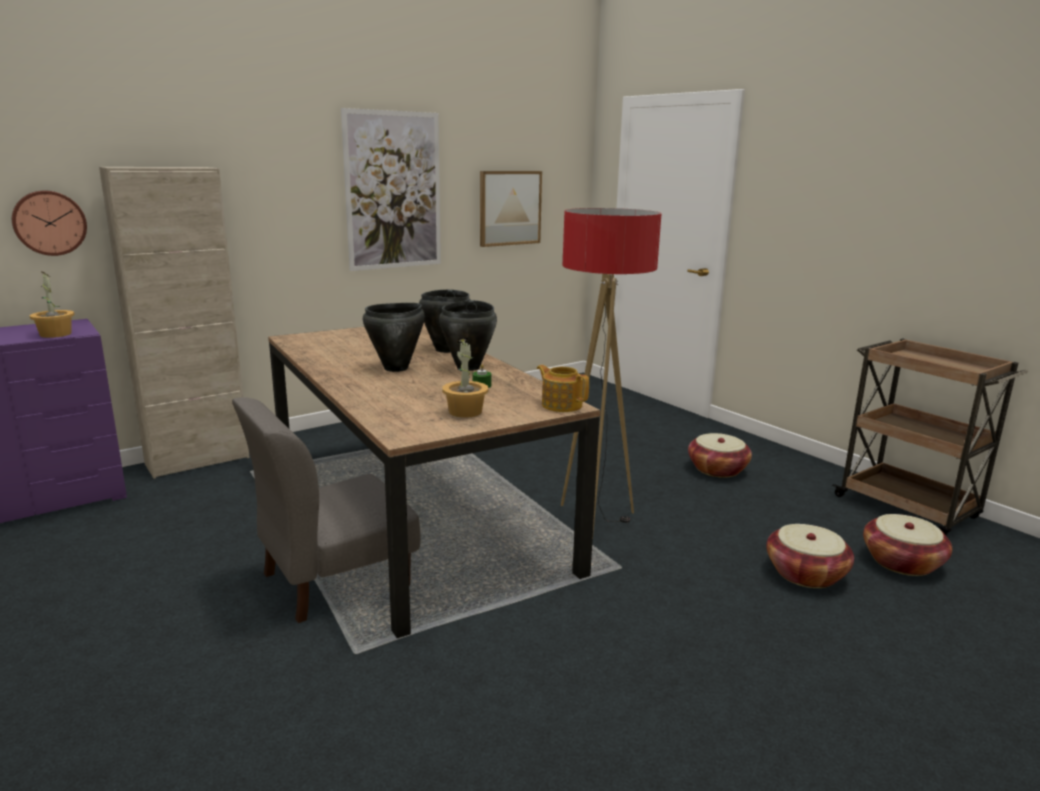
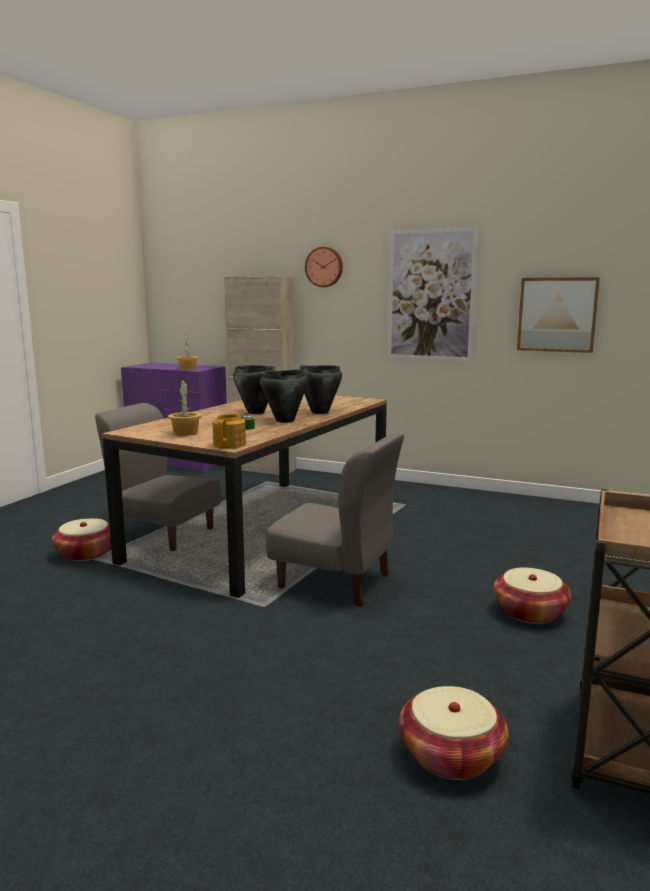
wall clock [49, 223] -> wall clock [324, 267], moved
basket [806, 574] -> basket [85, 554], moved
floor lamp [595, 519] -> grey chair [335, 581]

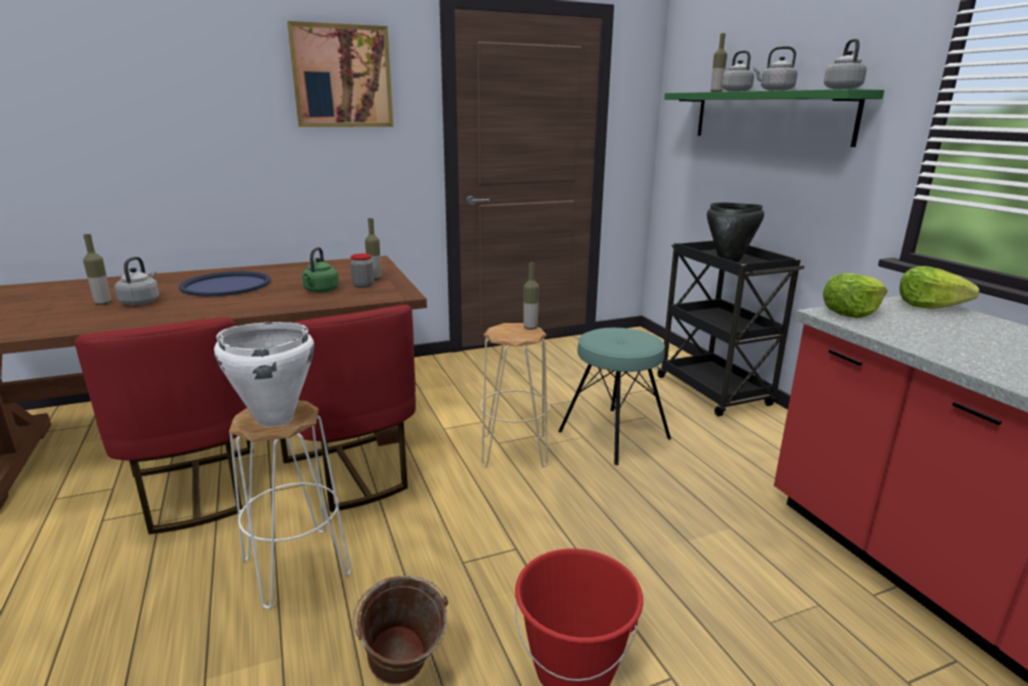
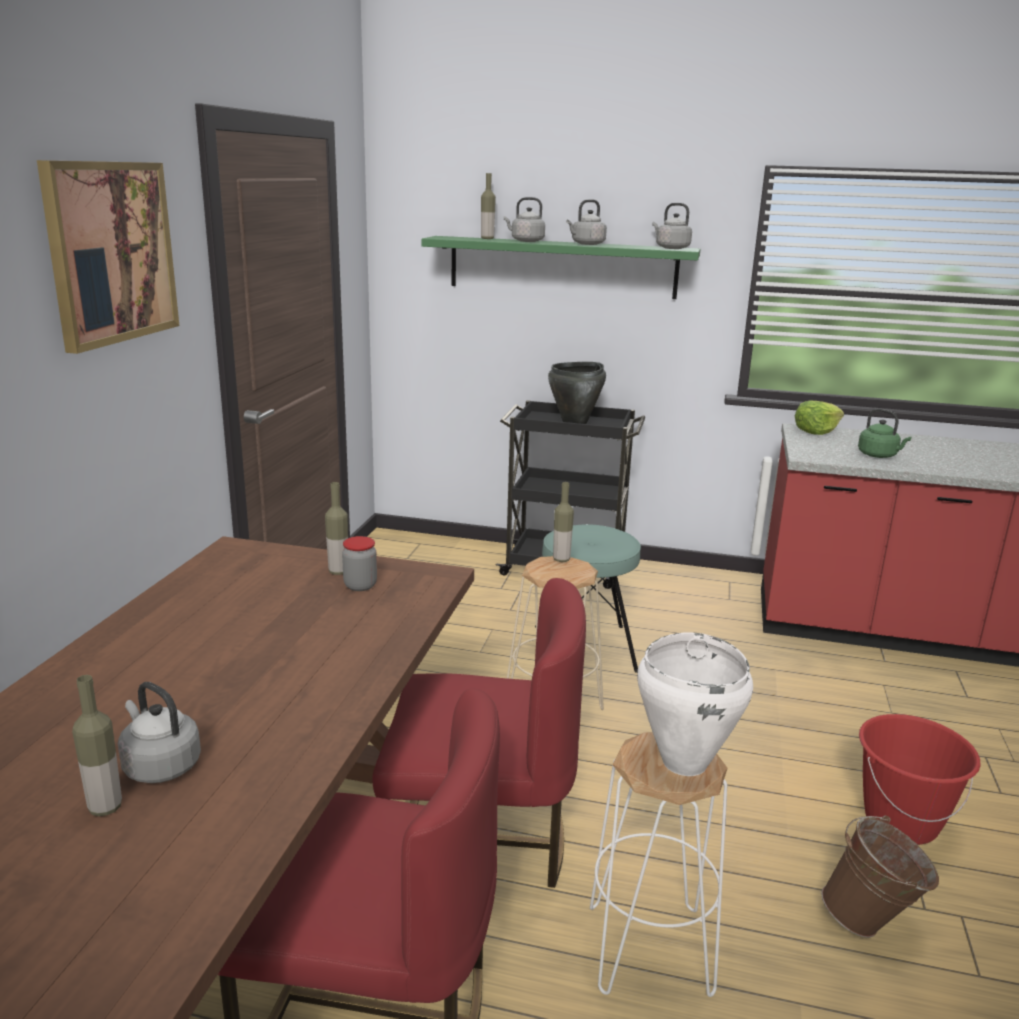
blue tray [226, 285] -> none
lettuce [850, 313] -> none
green kettle [320, 291] -> green kettle [879, 455], moved

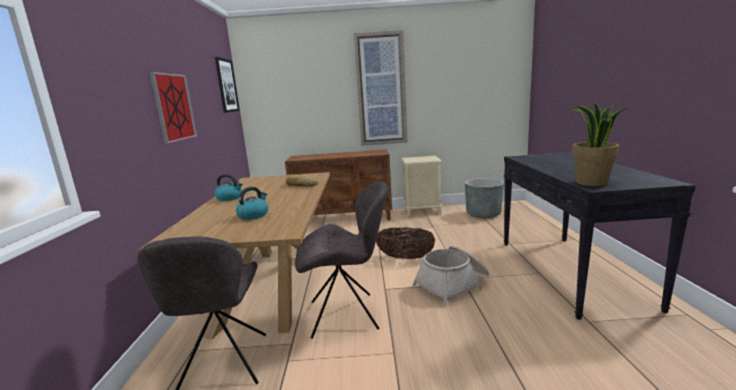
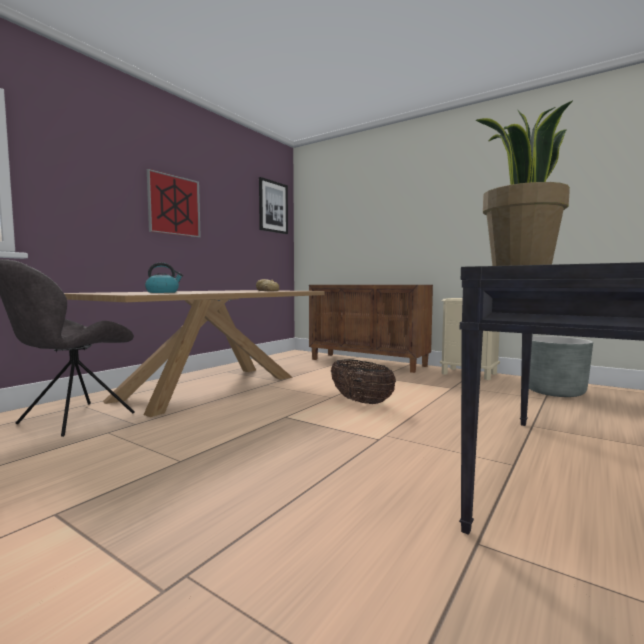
kettle [230, 198] -> none
grey chair [346, 314] -> none
picture [381, 90] -> none
basket [453, 285] -> none

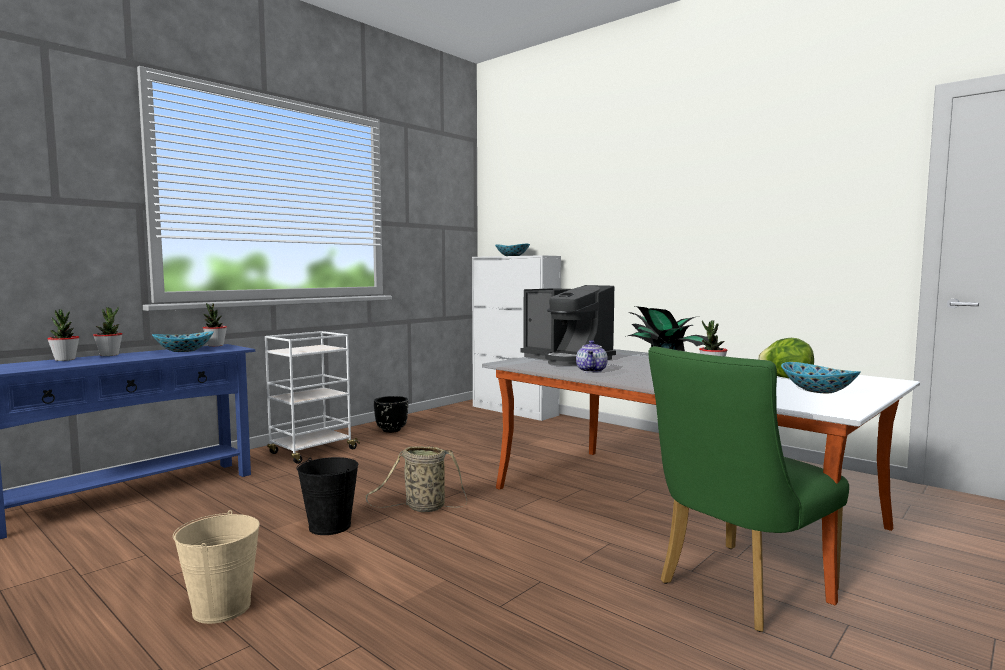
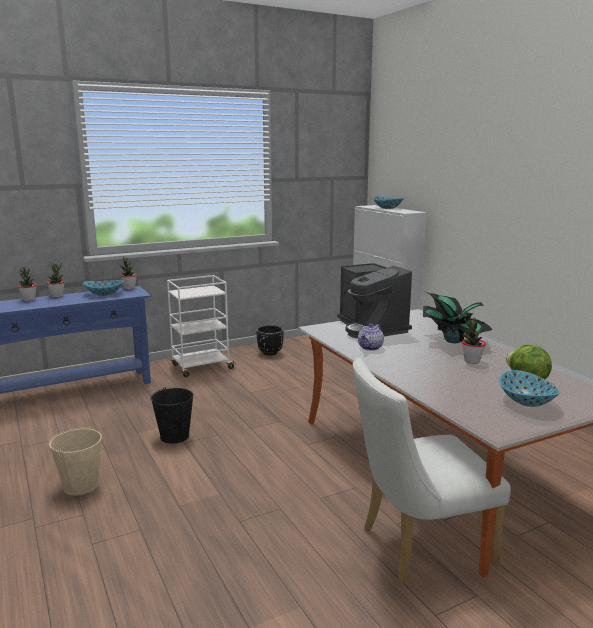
basket [422, 508] -> none
green chair [737, 589] -> white chair [417, 547]

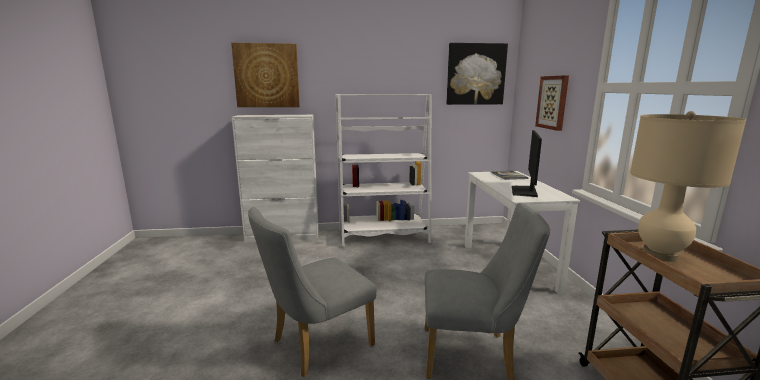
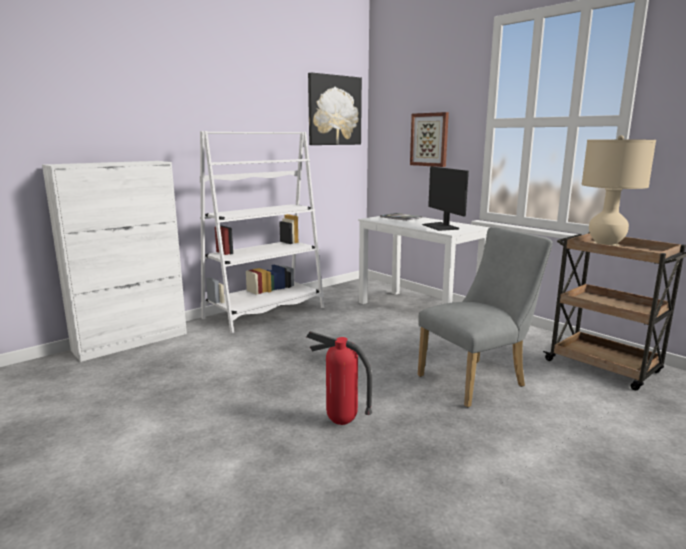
picture [267, 75] -> none
grey chair [316, 345] -> fire extinguisher [341, 422]

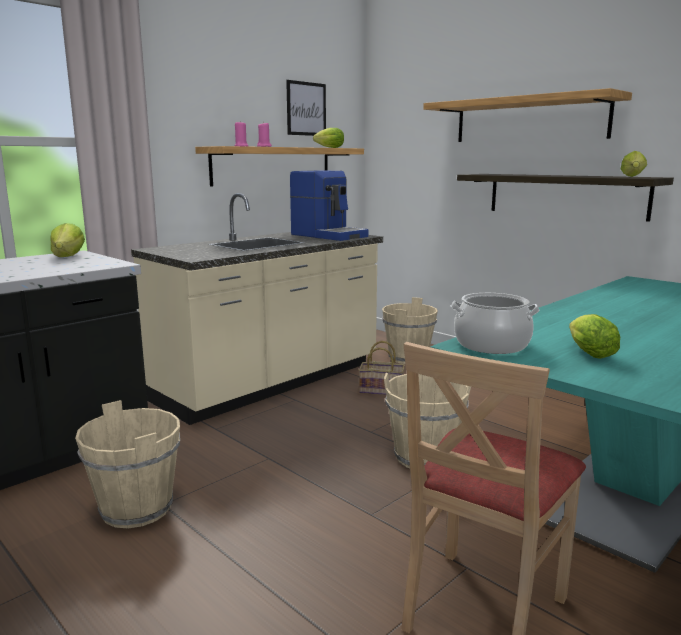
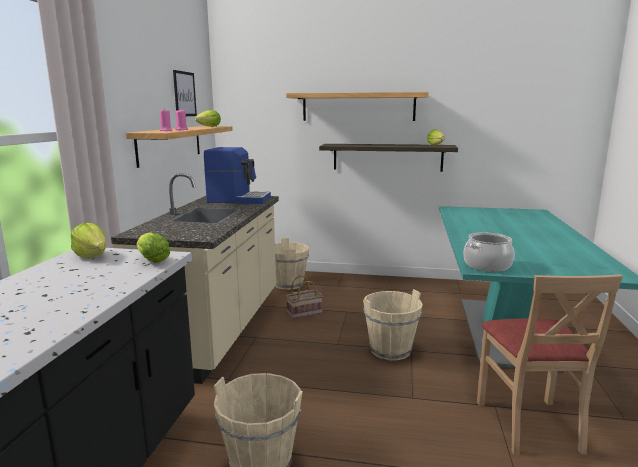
lettuce [587, 353] -> lettuce [151, 260], moved

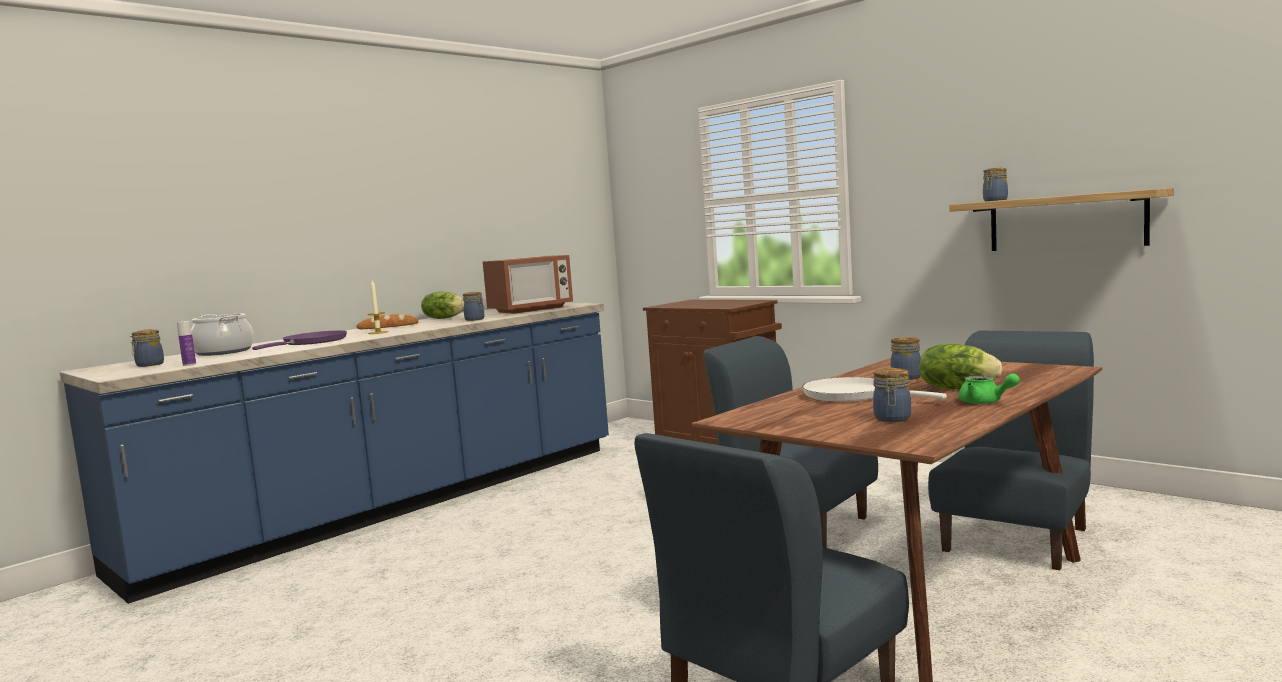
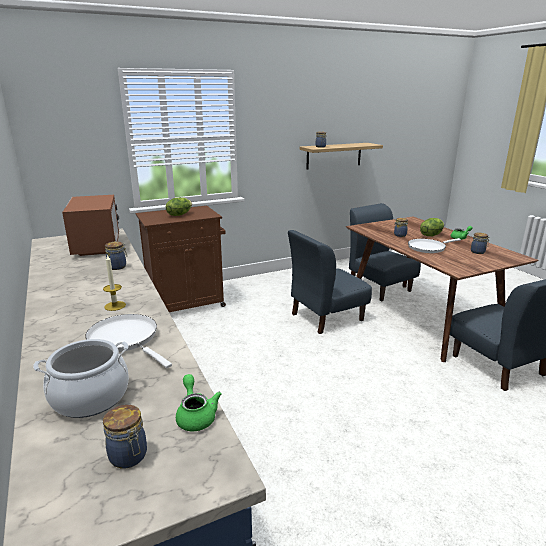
bread [388, 327] -> none
lettuce [444, 318] -> lettuce [179, 214], moved
bottle [189, 364] -> green teapot [196, 415]
purple frying pan [312, 342] -> white frying pan [126, 339]

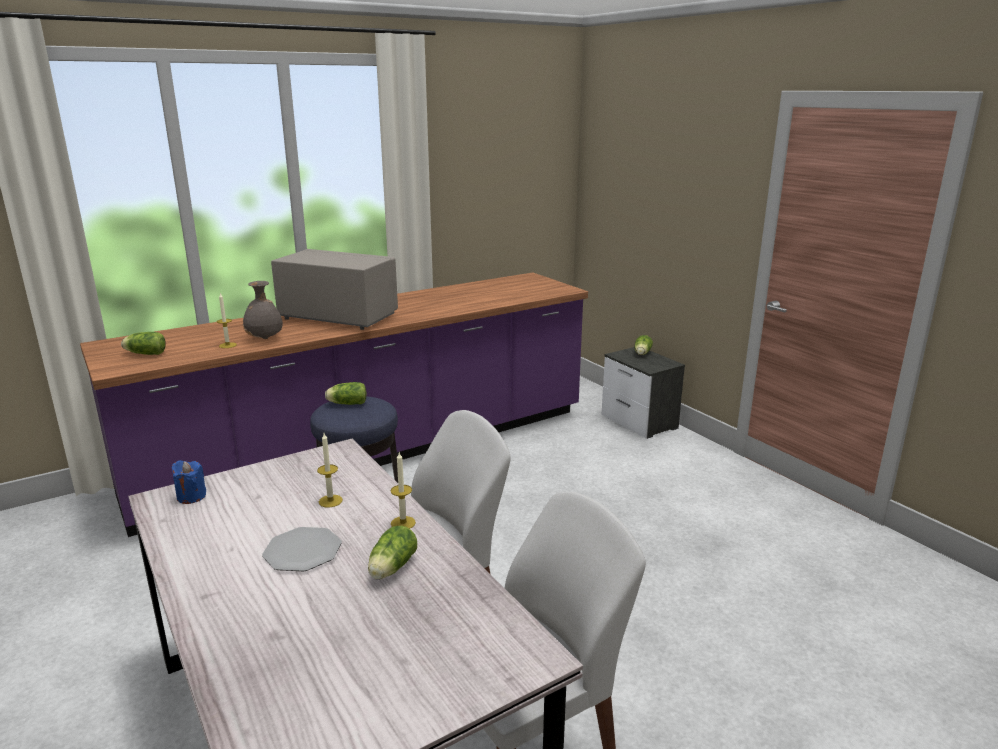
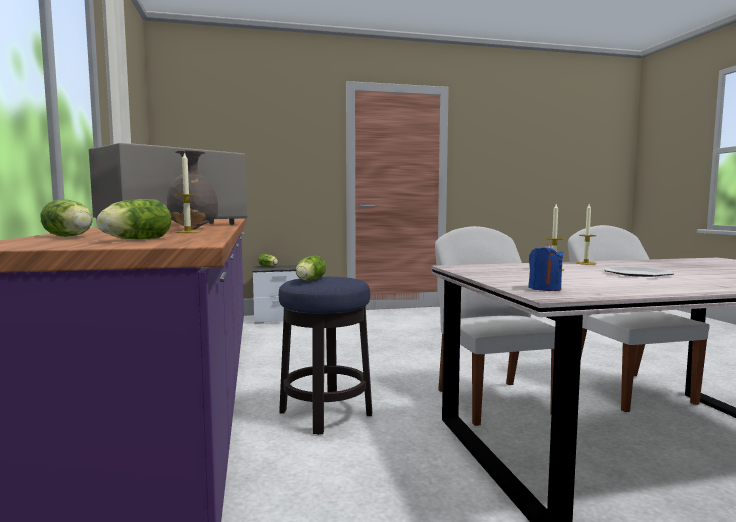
lettuce [391, 569] -> lettuce [70, 237], moved

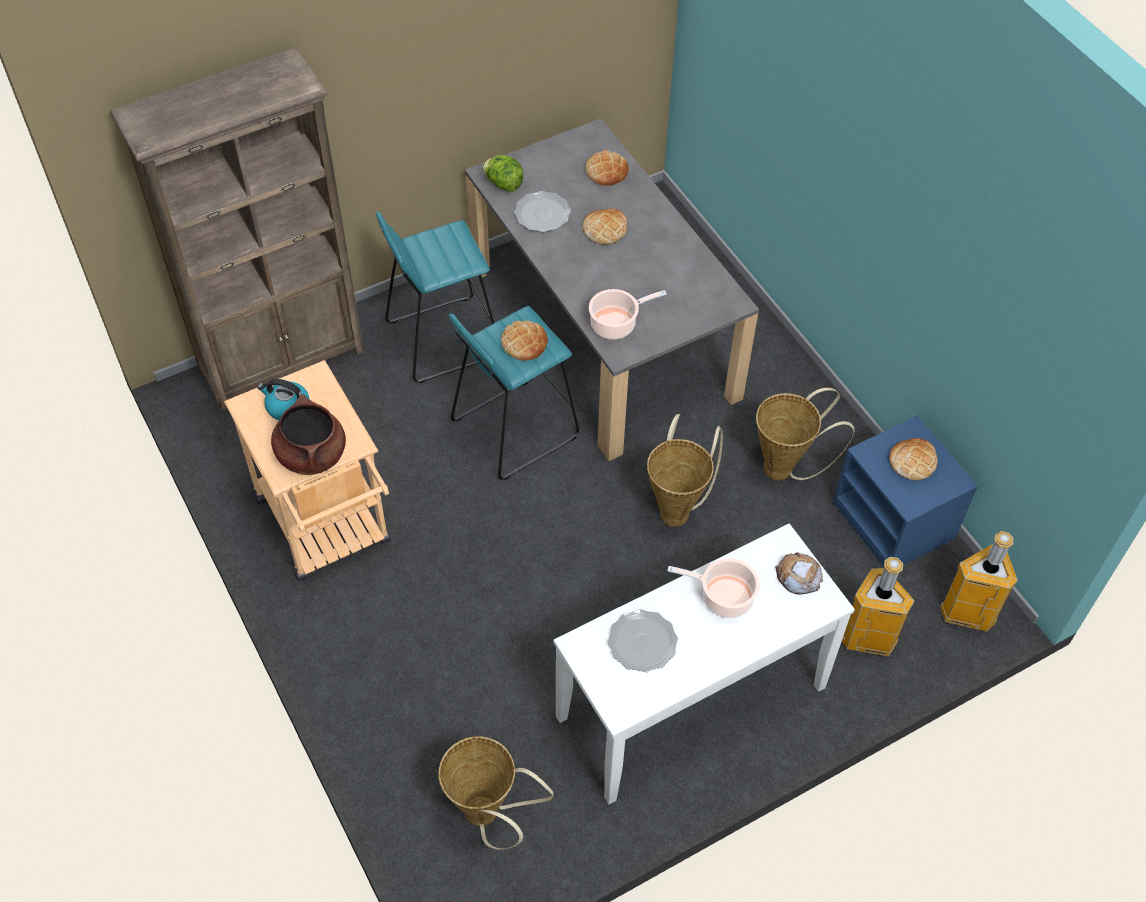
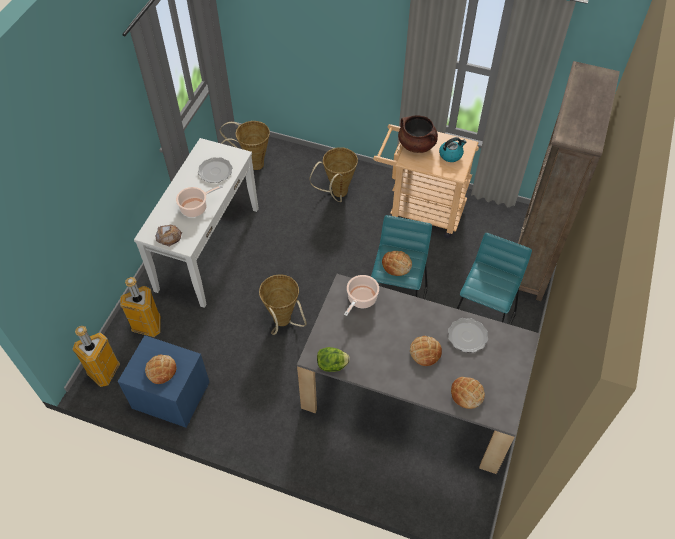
lettuce [503, 184] -> lettuce [332, 365], moved
basket [785, 468] -> basket [337, 194], moved

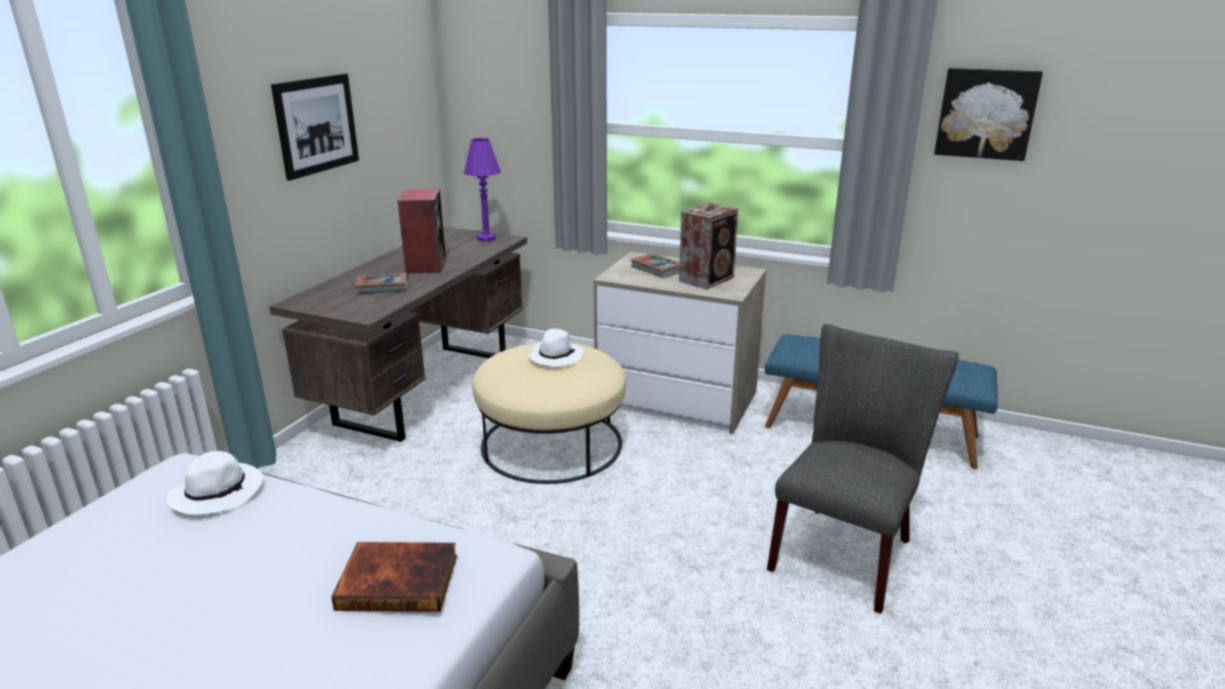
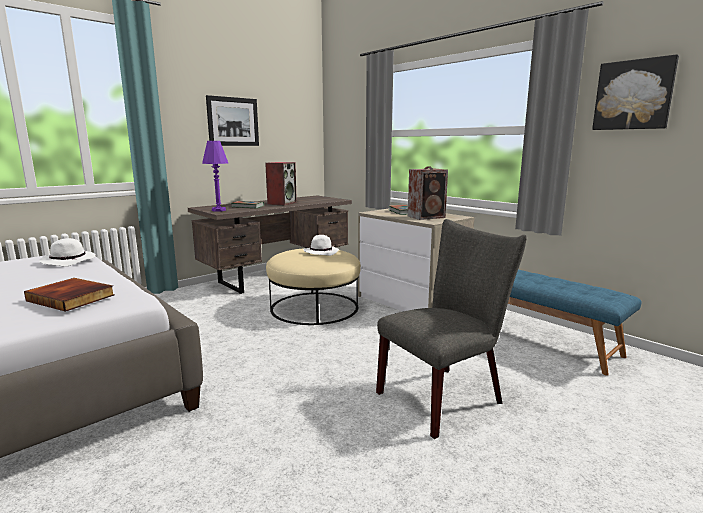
purple table lamp [486, 238] -> purple table lamp [219, 210], moved

